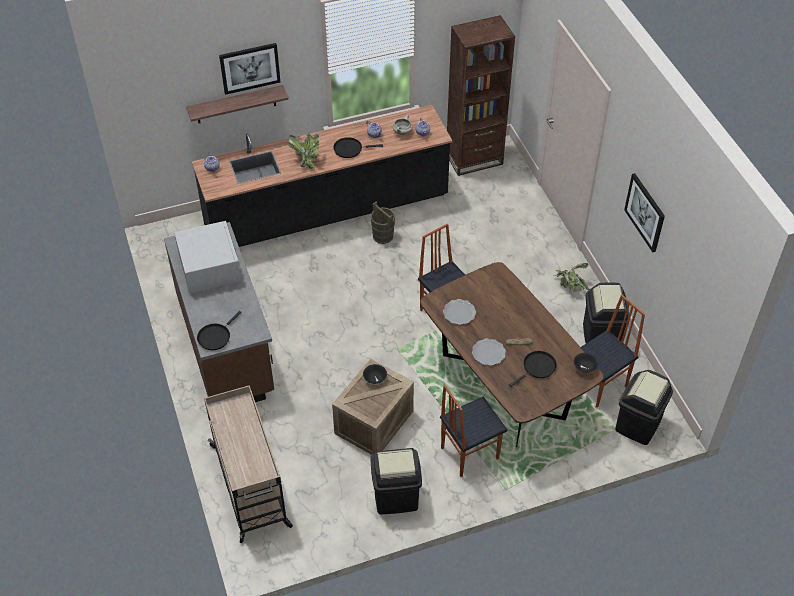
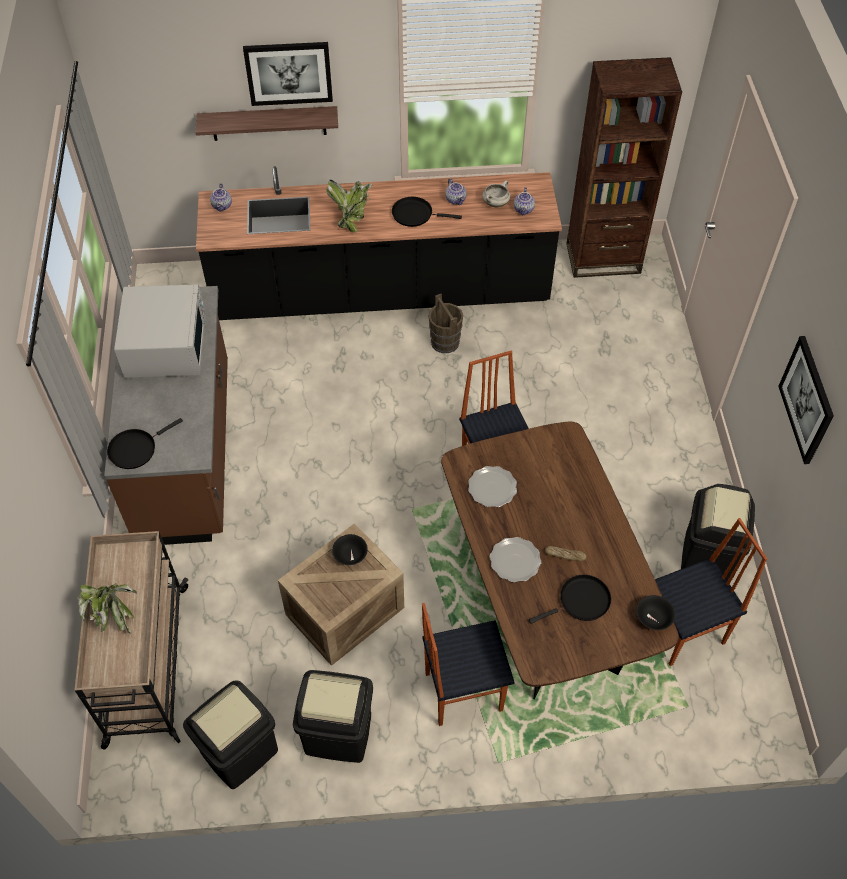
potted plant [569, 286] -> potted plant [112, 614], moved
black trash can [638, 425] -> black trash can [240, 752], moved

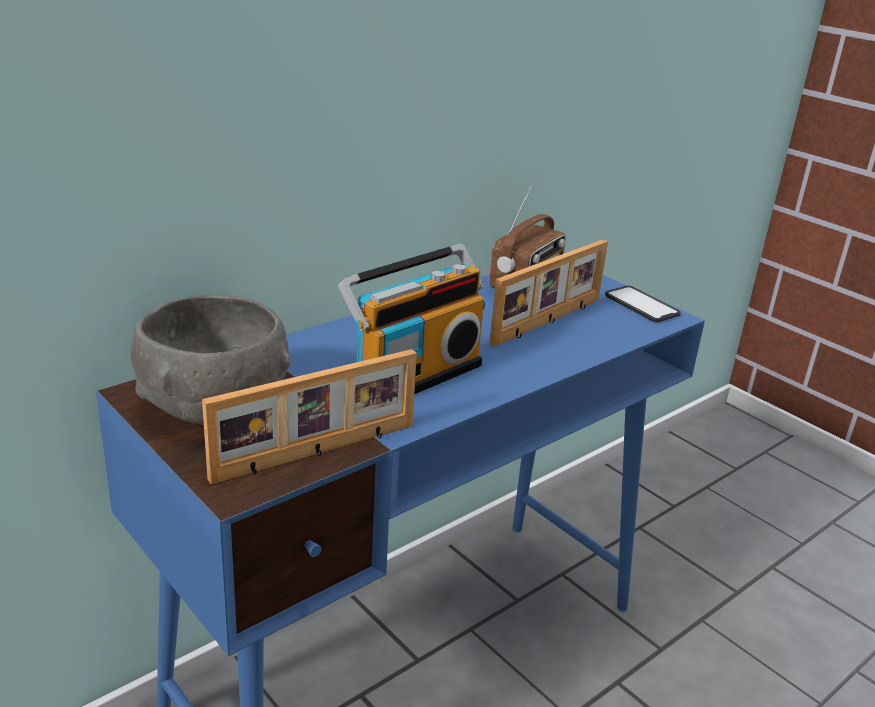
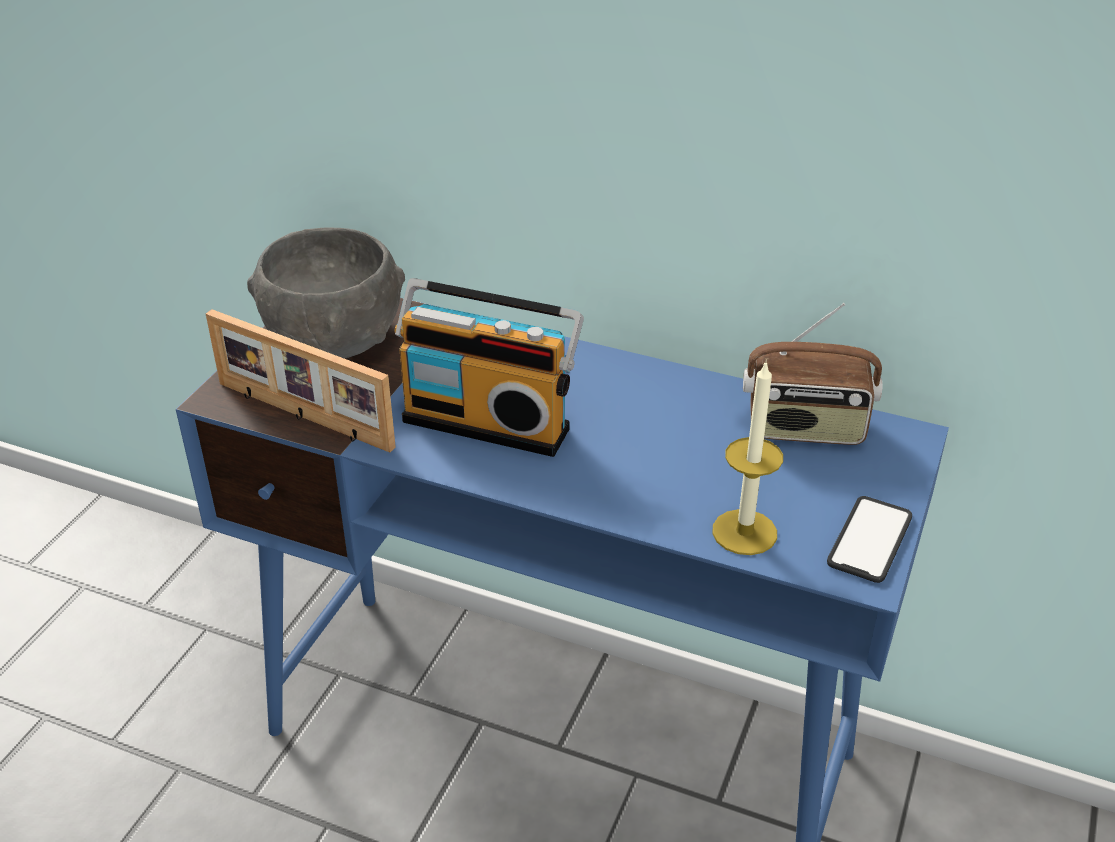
picture frame [549, 321] -> none
none -> candle [744, 532]

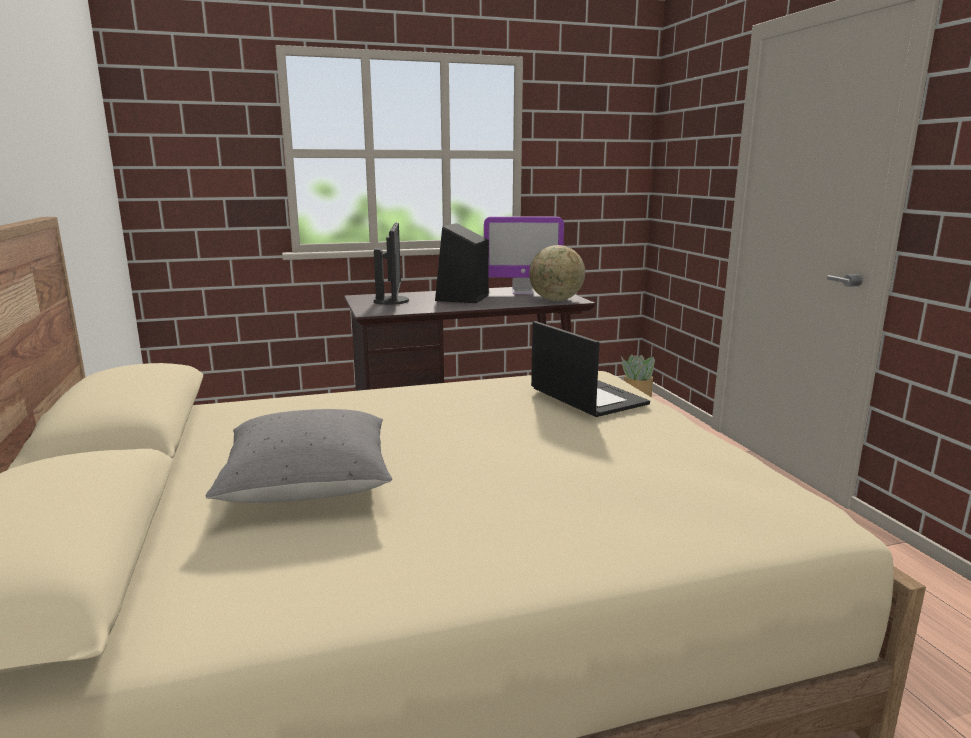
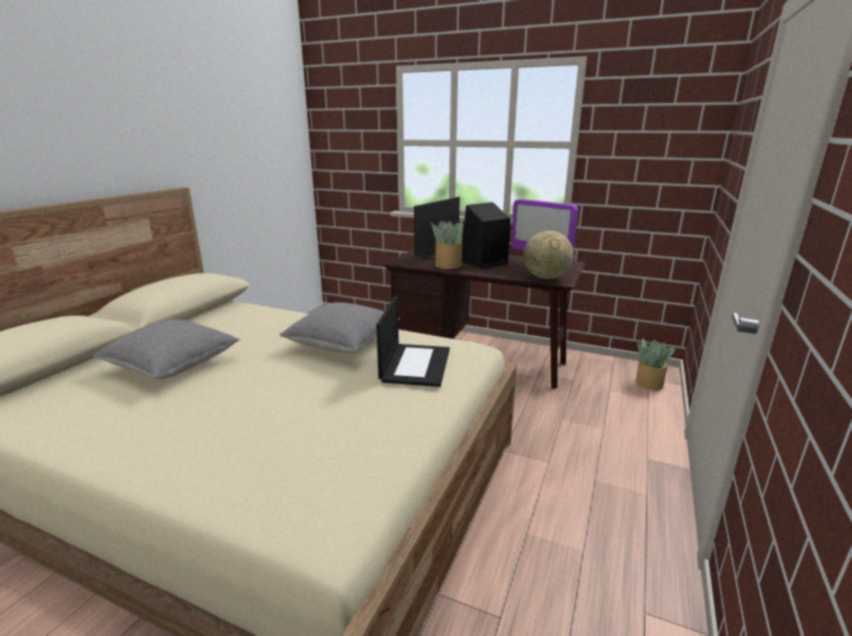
none -> grey pillow [343, 344]
none -> potted plant [447, 265]

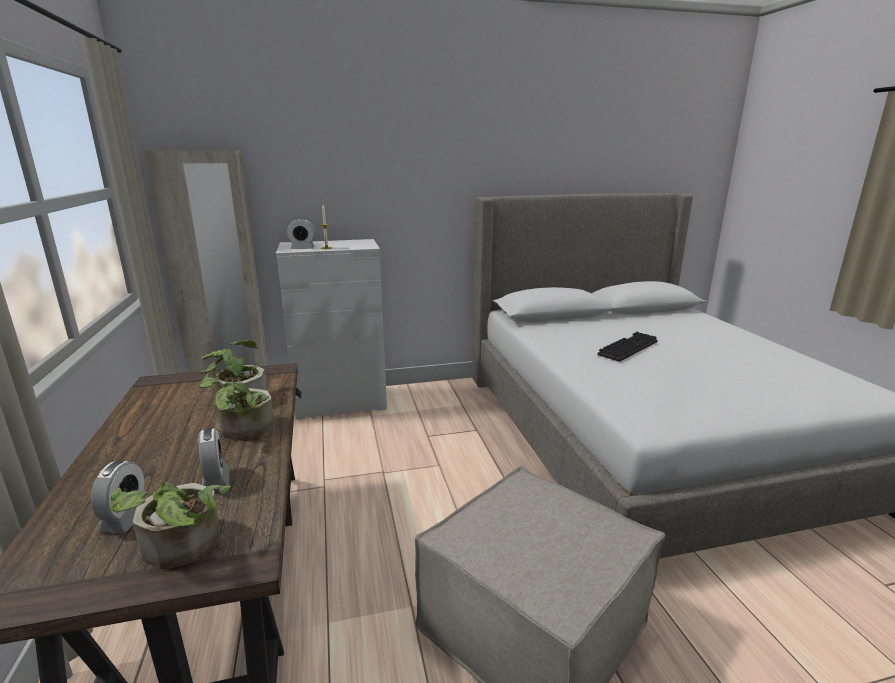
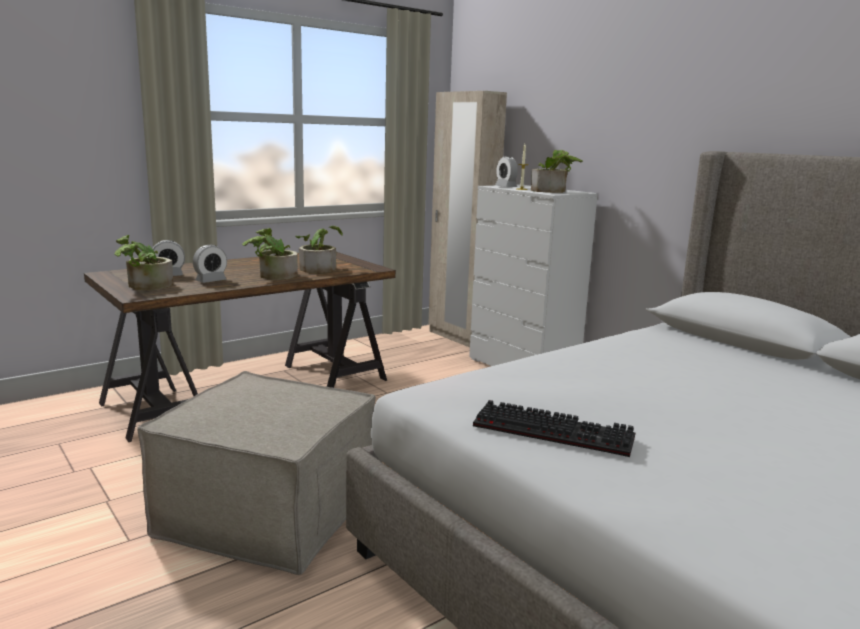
none -> potted plant [553, 191]
keyboard [627, 347] -> keyboard [556, 431], moved

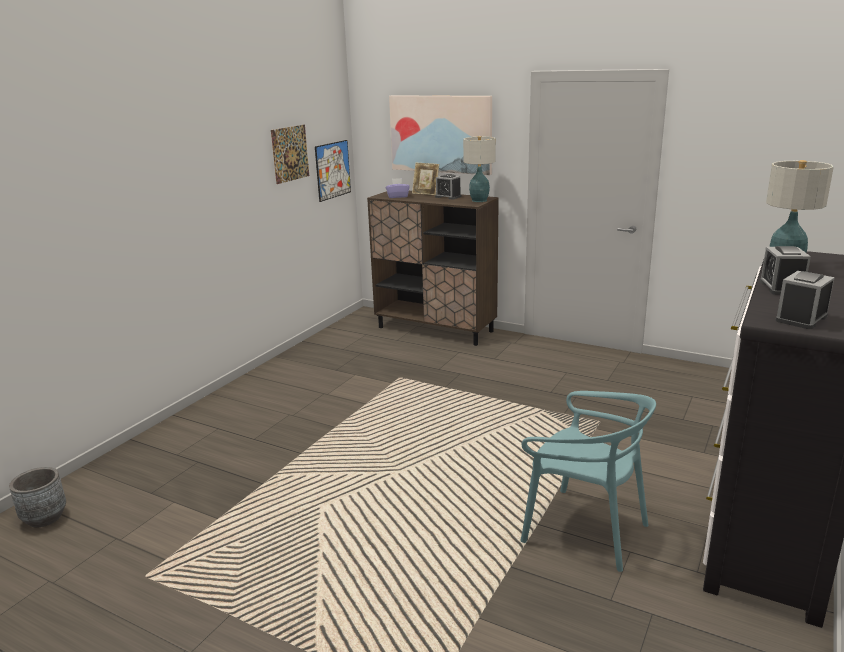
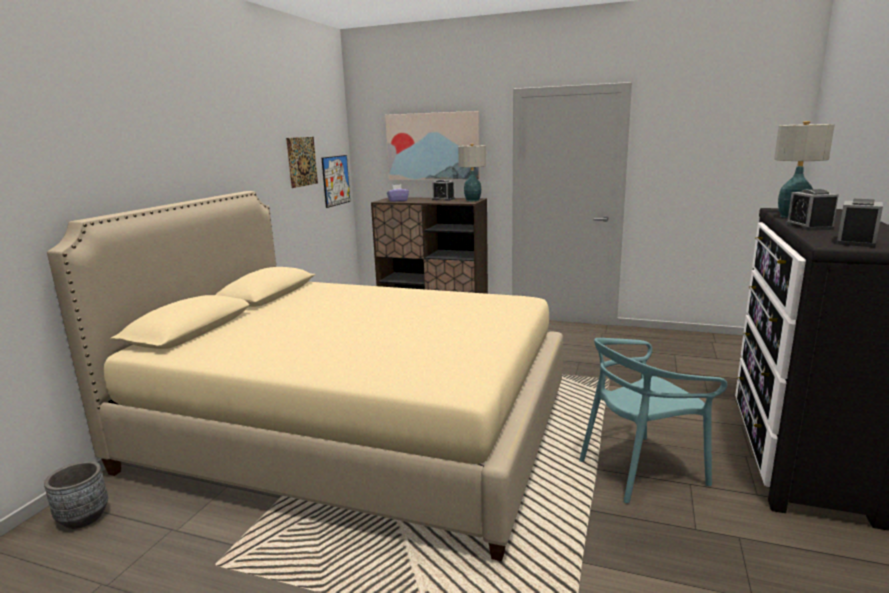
picture frame [425, 193] -> none
none -> beige bed [355, 431]
turquoise chair [584, 530] -> turquoise chair [641, 469], 135 degrees clockwise

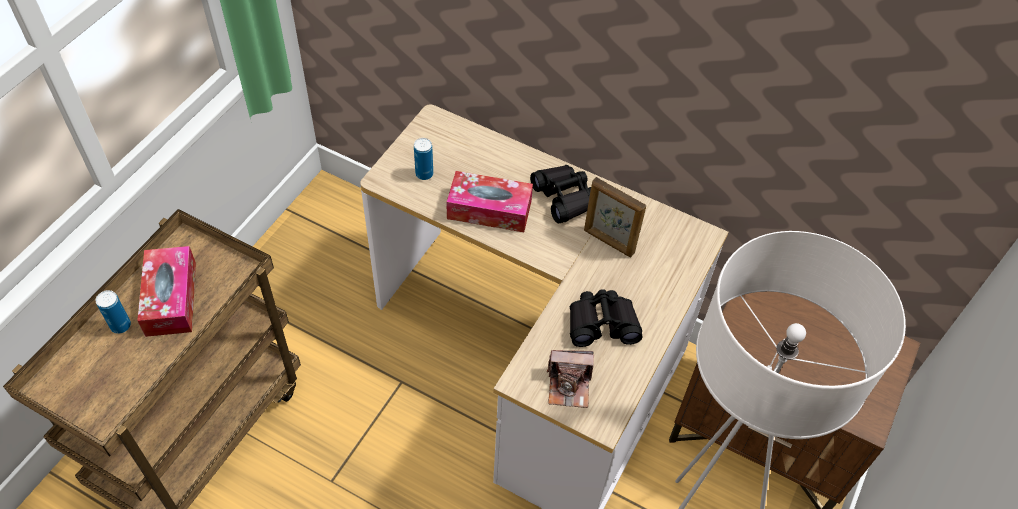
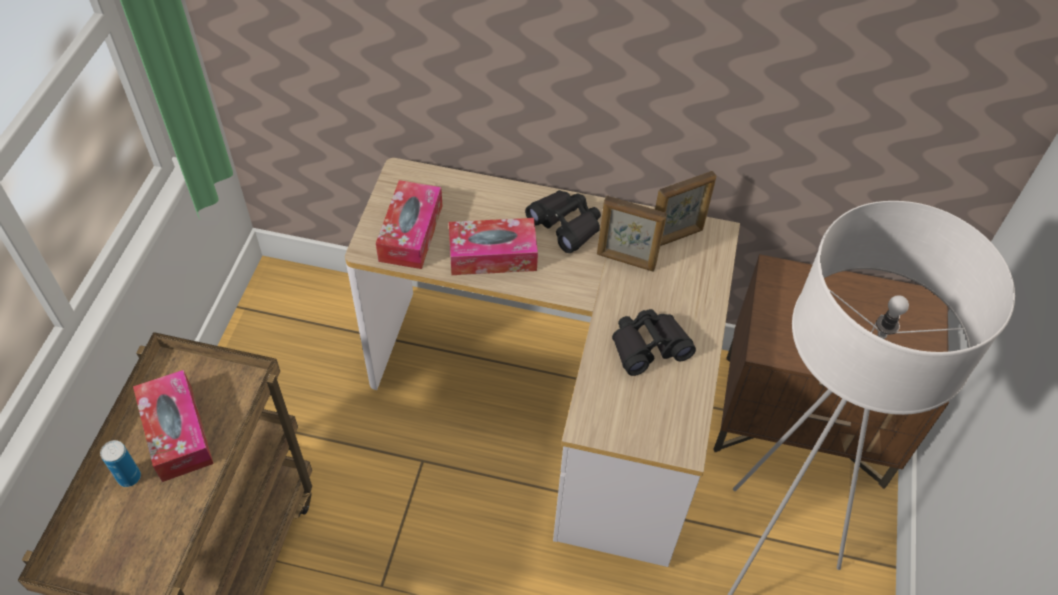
photo camera [569, 386] -> none
none -> picture frame [676, 237]
can [424, 174] -> tissue box [411, 233]

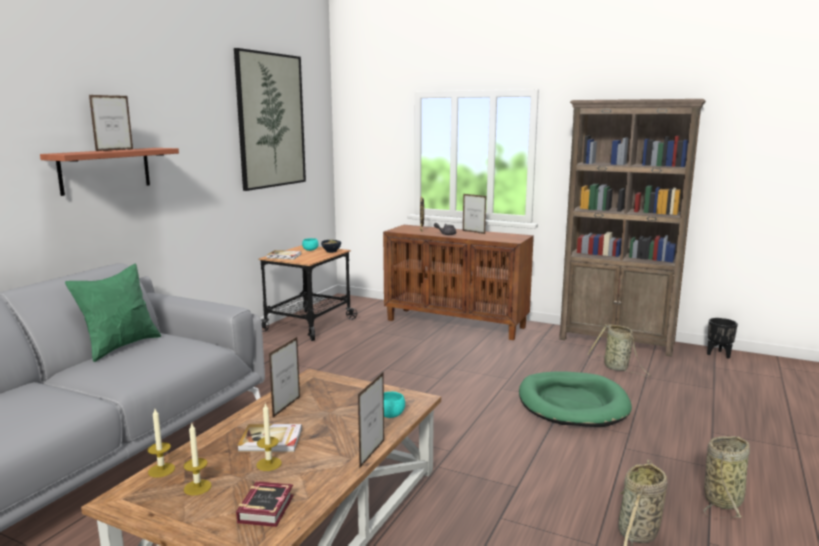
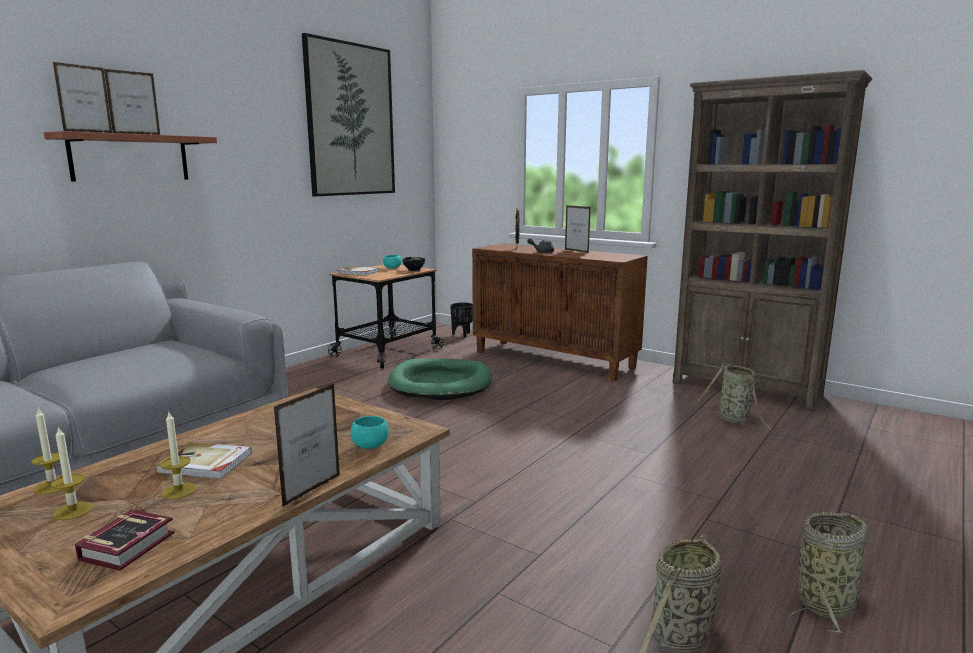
green pillow [120, 346] -> none
picture frame [287, 407] -> picture frame [88, 132], moved
green dog bed [572, 403] -> green dog bed [440, 383], moved
black planter [719, 354] -> black planter [462, 335], moved

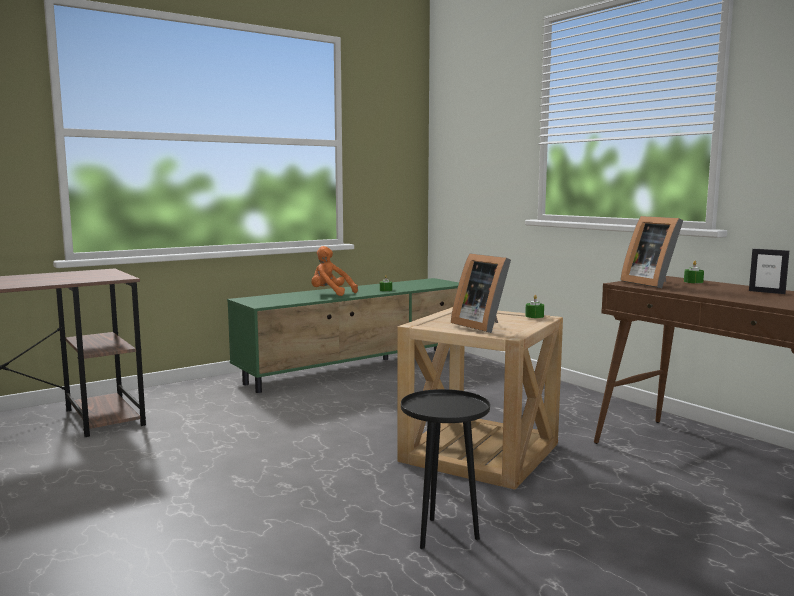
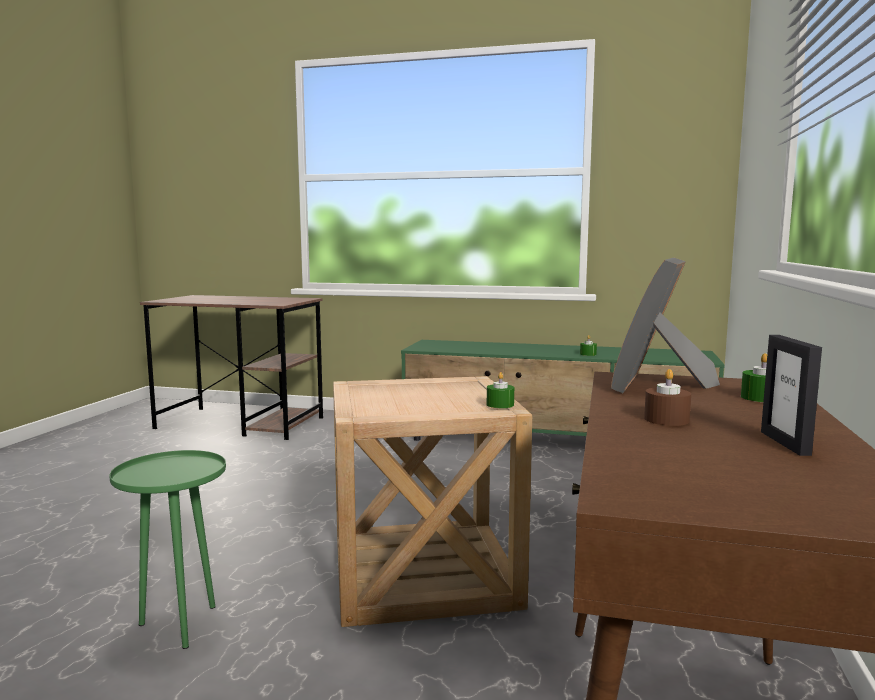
orange plush toy [330, 293] -> none
picture frame [482, 326] -> none
none -> brown candle [666, 419]
black side table [443, 535] -> green side table [180, 625]

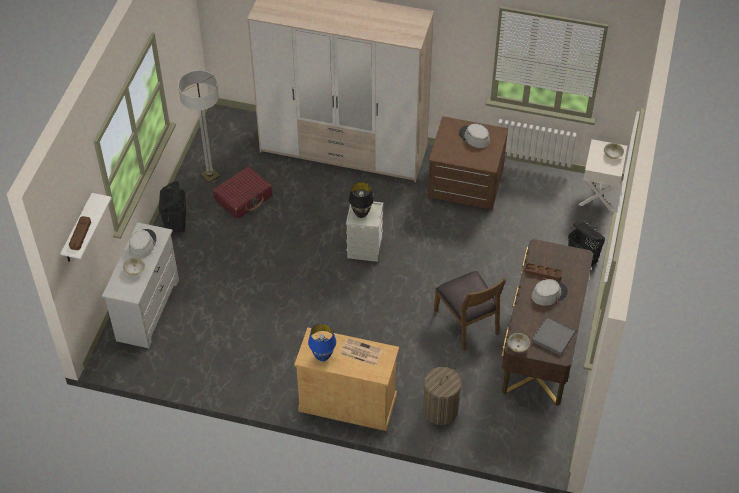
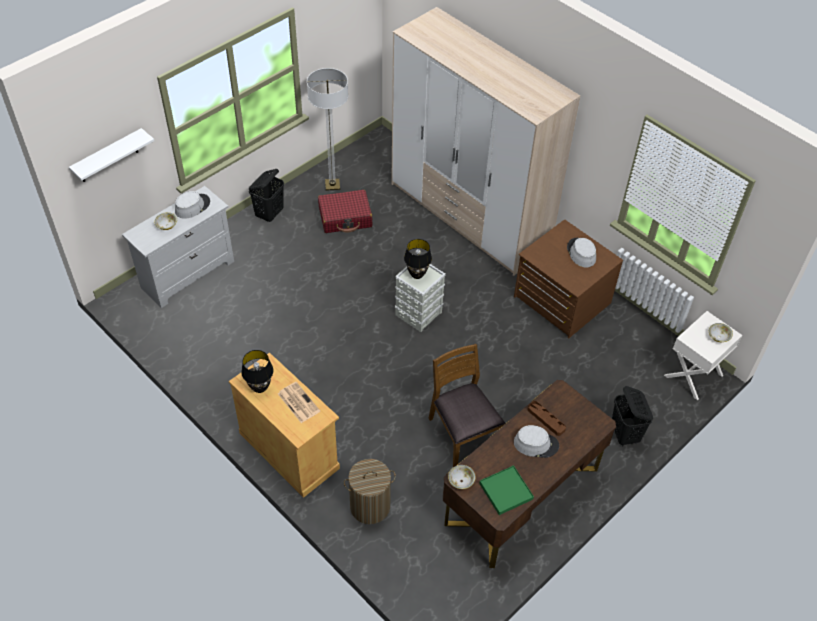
brown tray [80, 234] -> none
blue table lamp [323, 356] -> black table lamp [260, 388]
grey tray [553, 337] -> green tray [506, 491]
brown chair [467, 322] -> brown chair [462, 433], 150 degrees clockwise

